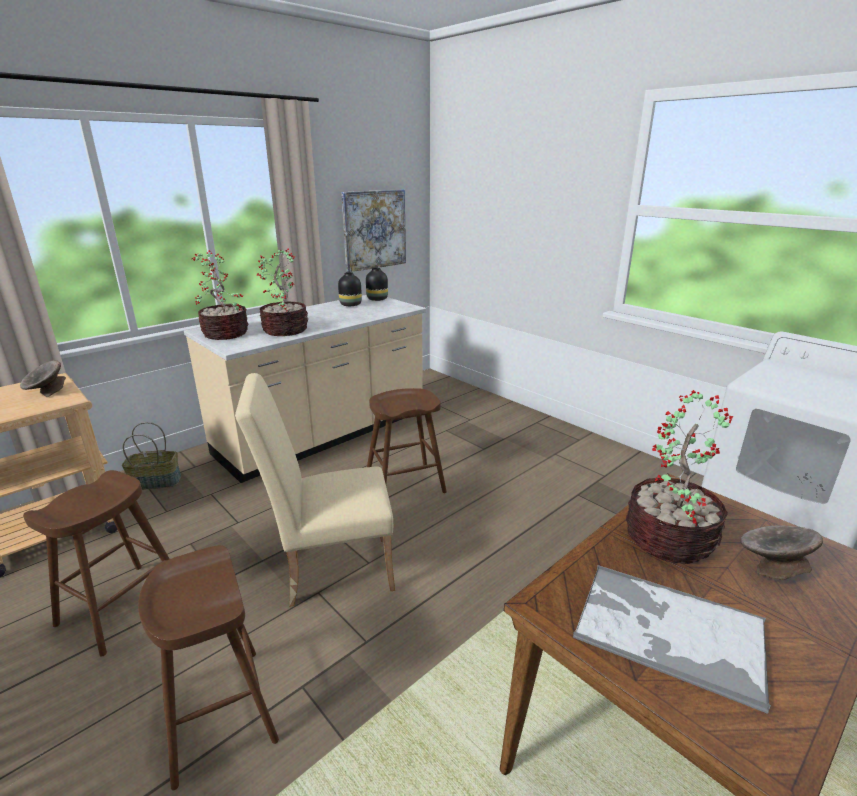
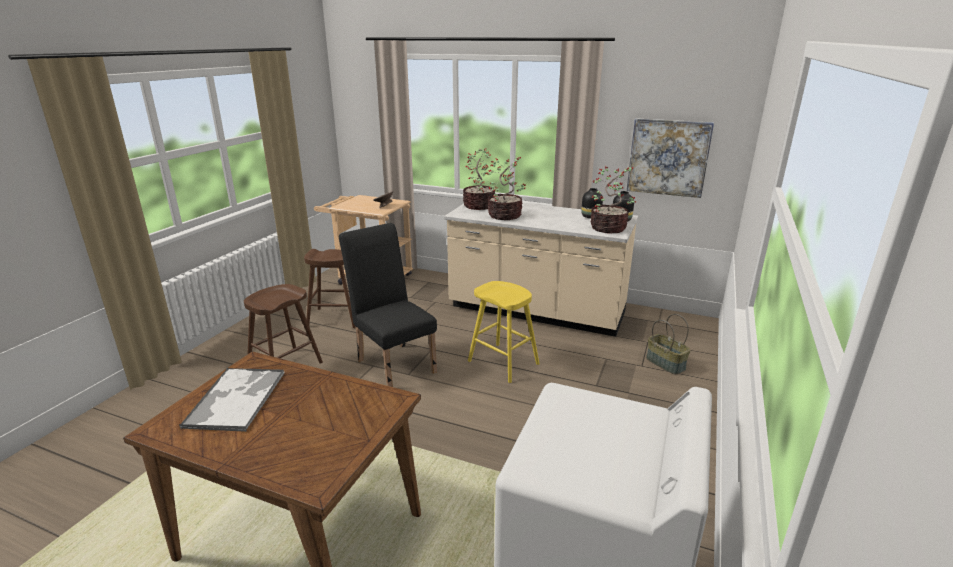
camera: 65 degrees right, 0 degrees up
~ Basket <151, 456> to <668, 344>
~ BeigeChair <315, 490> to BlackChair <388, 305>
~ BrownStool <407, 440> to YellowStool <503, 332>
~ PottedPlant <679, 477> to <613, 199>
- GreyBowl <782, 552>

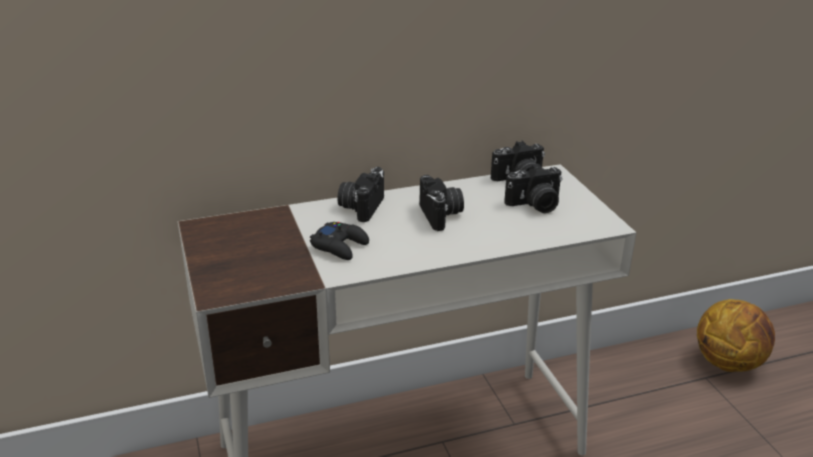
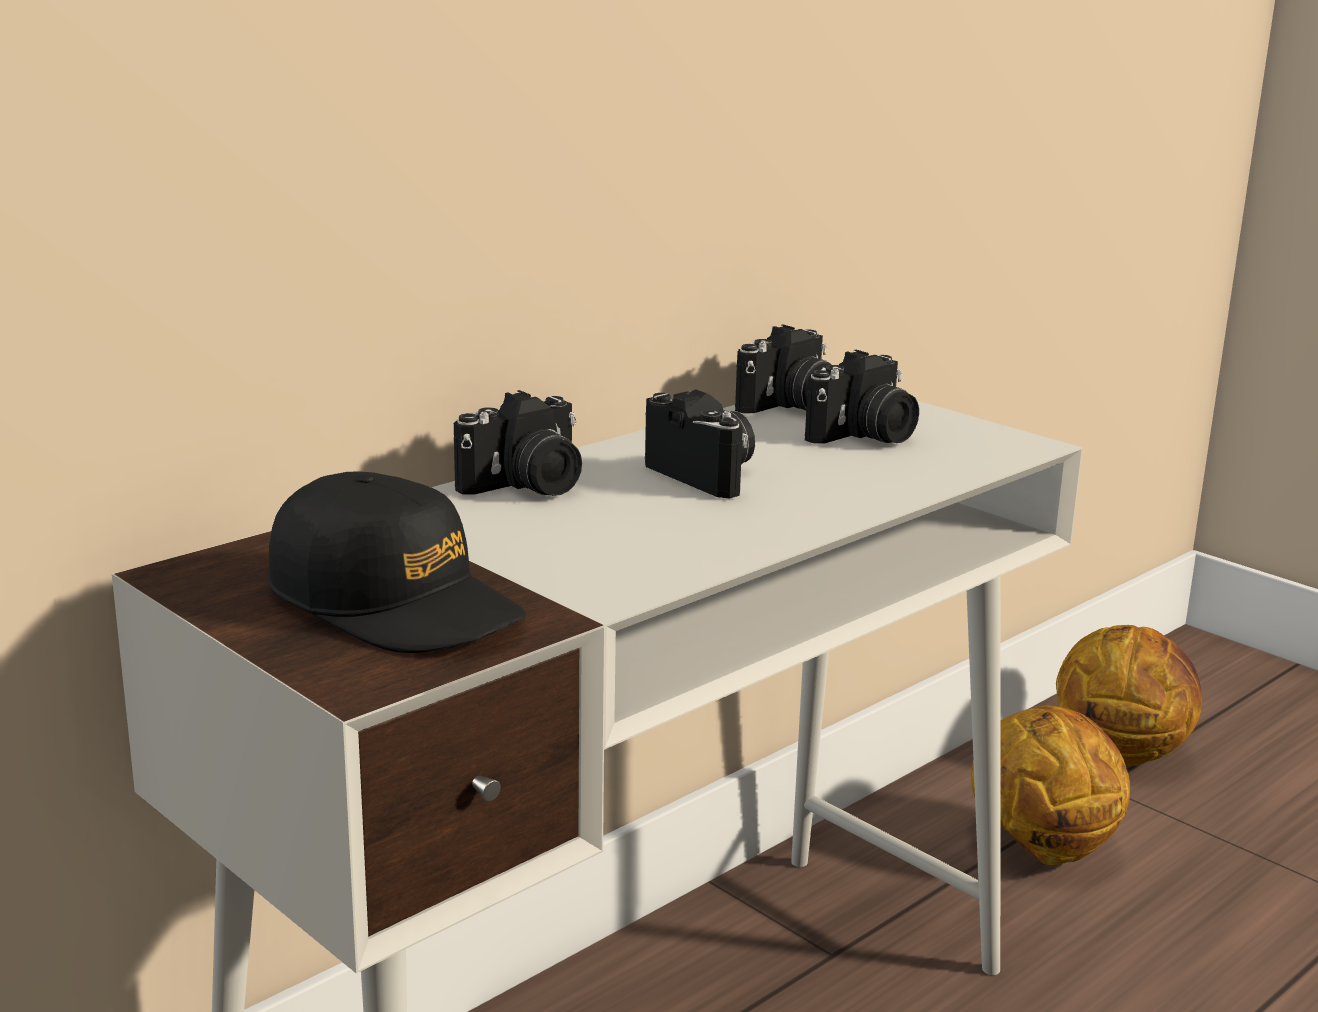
camera: 25 degrees left, 10 degrees down
- BlackGameController <339, 241>
~ PhotoCamera <360, 194> = <518, 443> 120 degrees counterclockwise
+ BlackCap <397, 562>
+ Basketball <1050, 785>

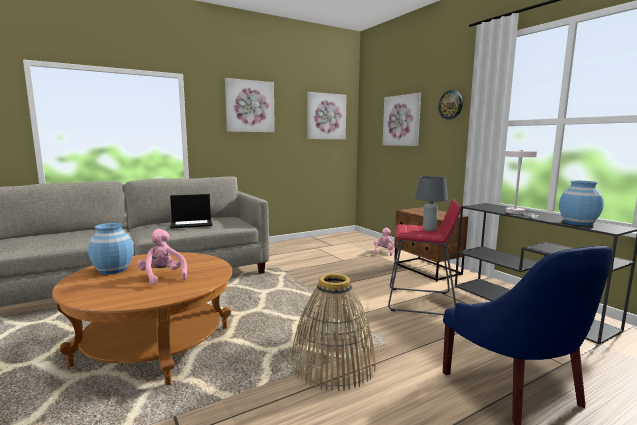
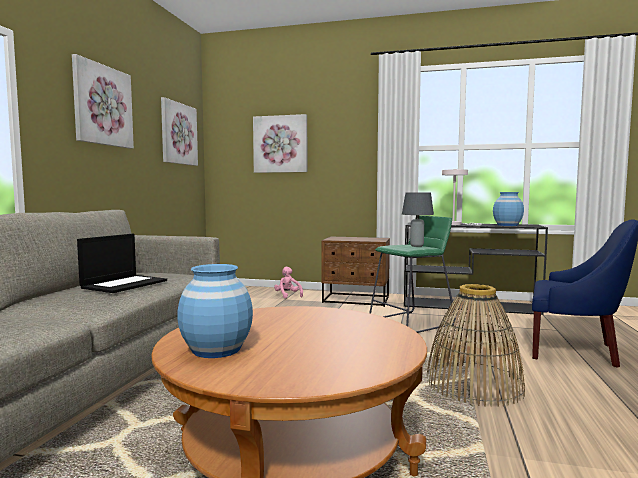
camera: 45 degrees left, 5 degrees down
- PinkPlushToy <162, 257>
~ RedStool <424, 257> to GreenStool <412, 274>
- WallClock <450, 104>

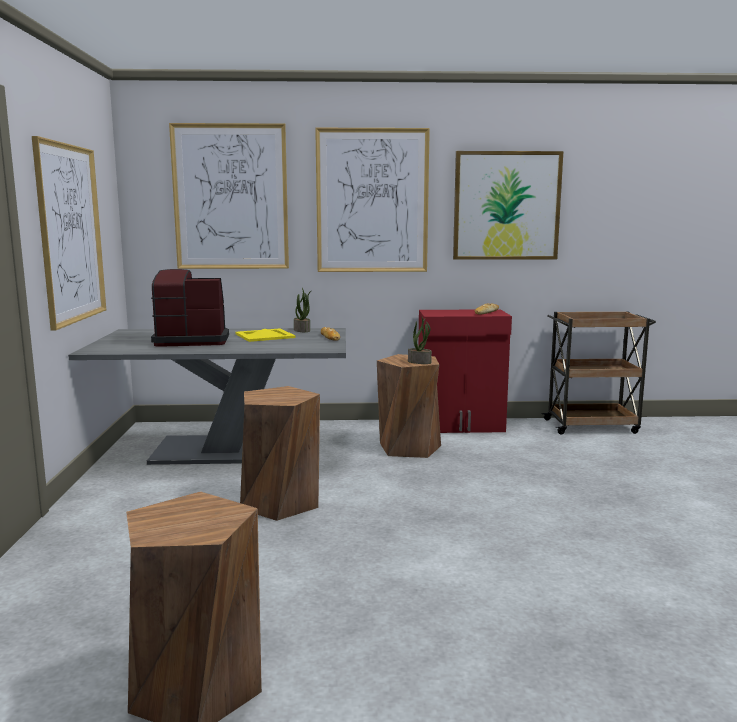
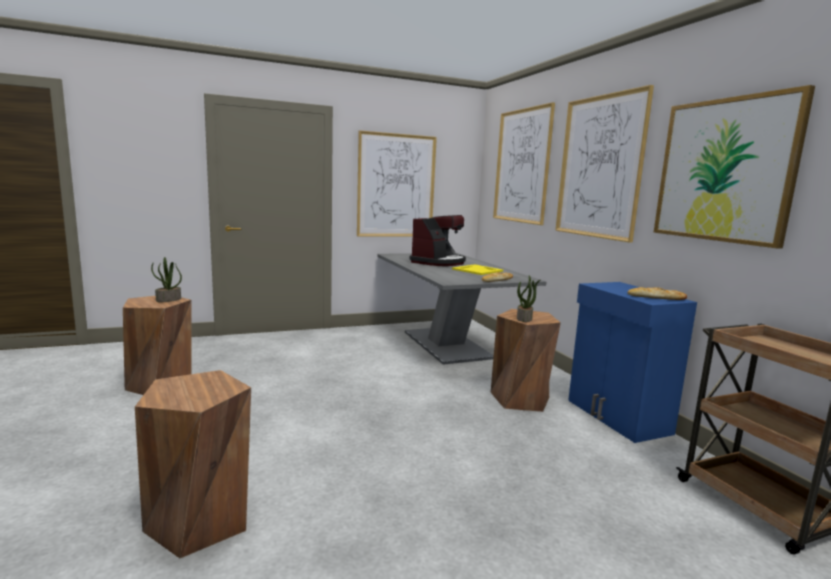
camera: 70 degrees right, 0 degrees up
~ CoffeeMachine <190, 308> = <438, 240> 60 degrees clockwise
~ BrownStool <280, 453> to <193, 464>
~ PottedPlant <302, 310> to <166, 279>
~ RedCabinet <465, 371> to BlueCabinet <632, 362>

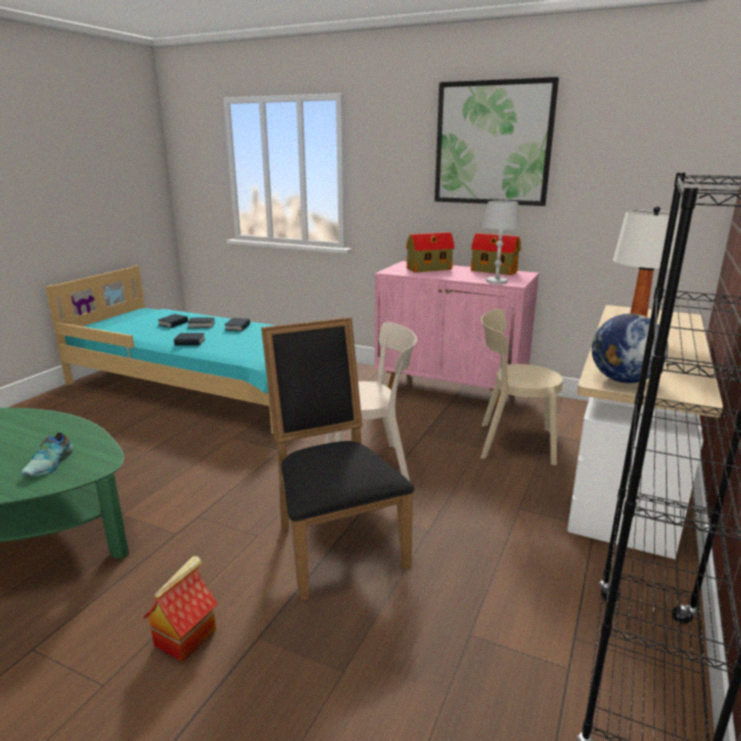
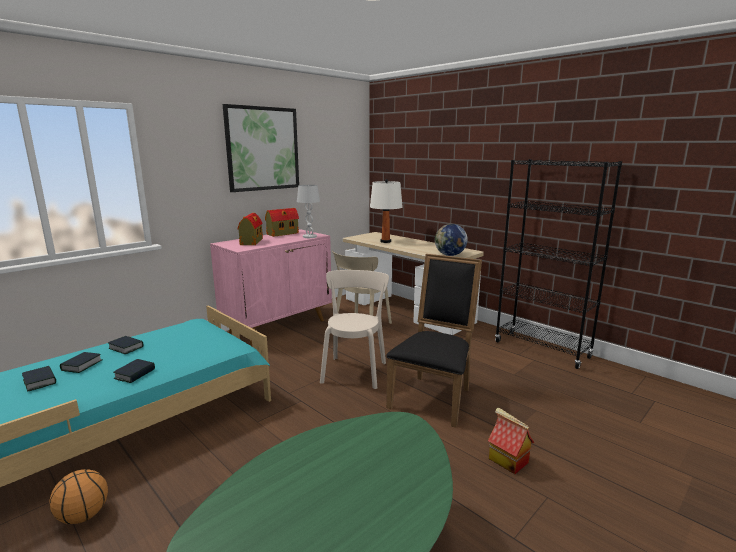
camera: 70 degrees left, 5 degrees down
- Shoe <47, 454>
~ BlackChair <337, 459> = <434, 341> 120 degrees clockwise
+ Basketball <78, 496>

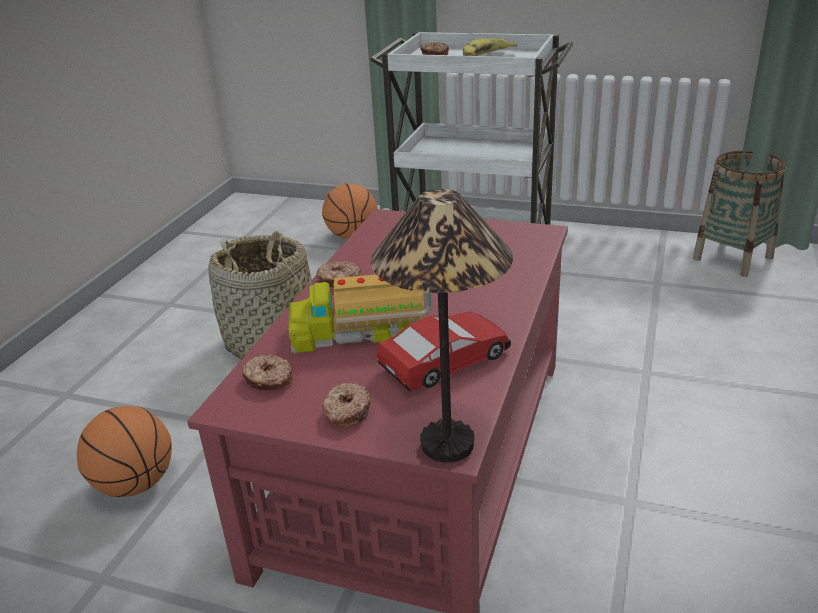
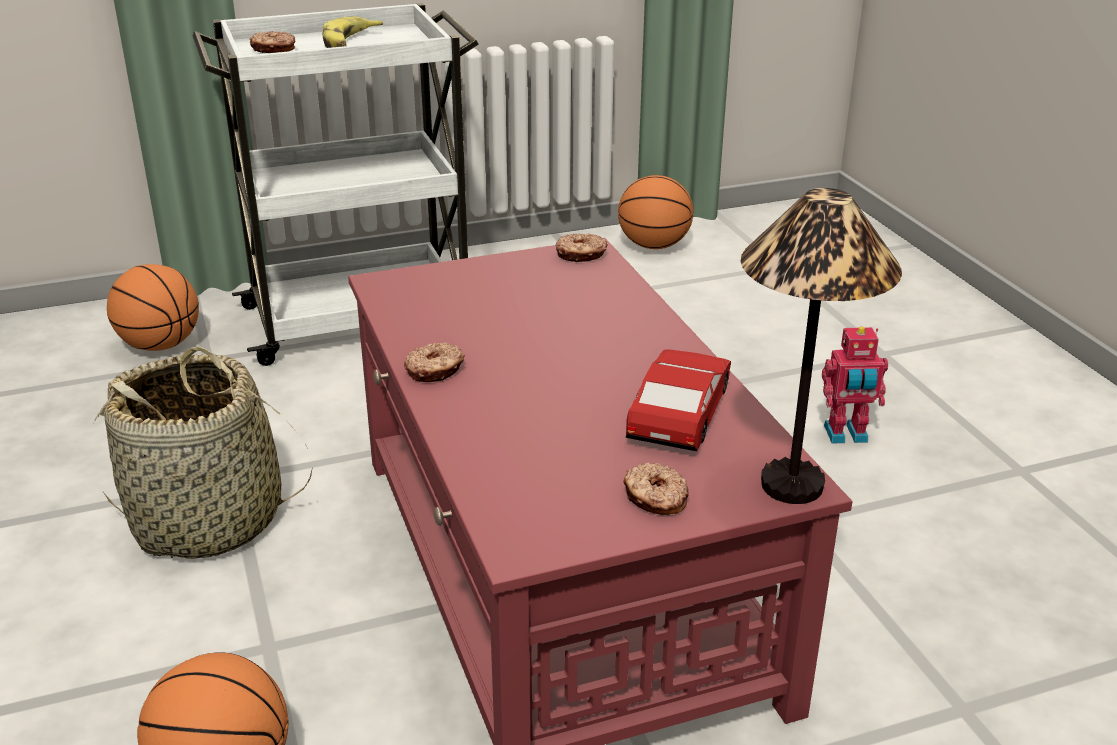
camera: 40 degrees left, 0 degrees up
~ Donut <267, 372> to <582, 247>
- ToyTruck <359, 313>
~ Basket <739, 214> to Basketball <656, 212>
+ ToyRobot <855, 384>

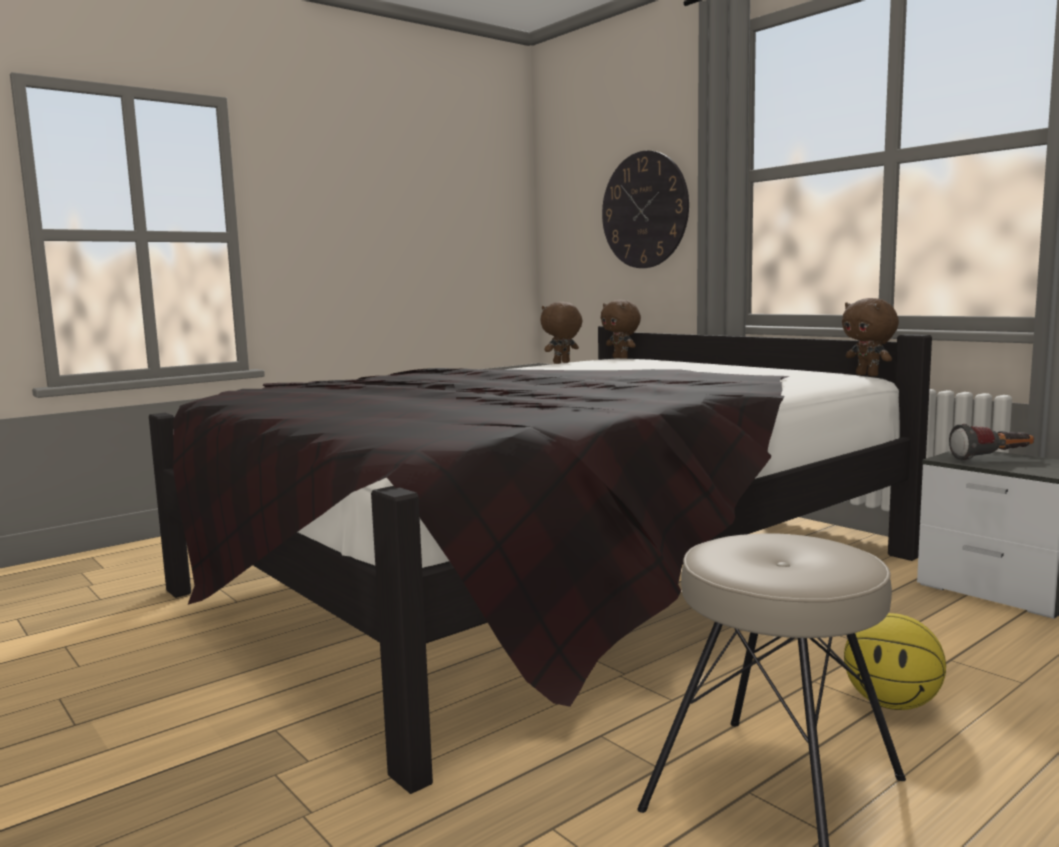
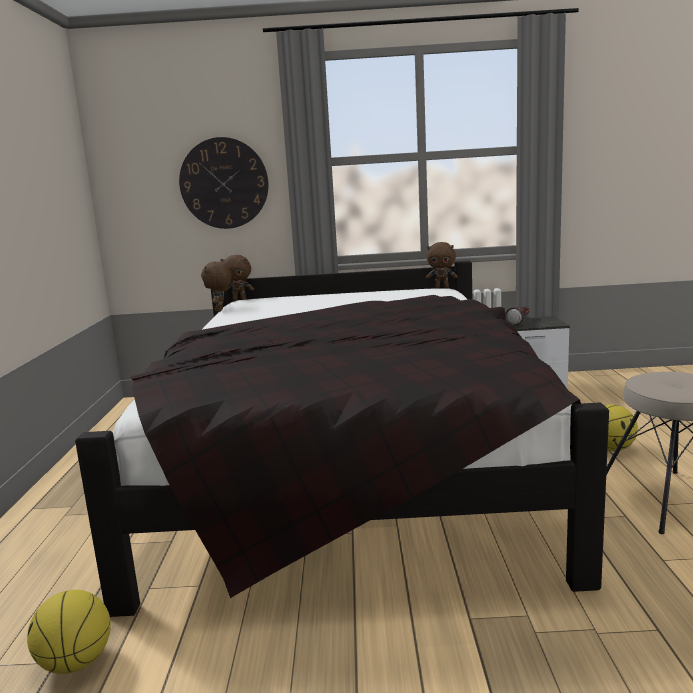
camera: 50 degrees left, 5 degrees up
+ Basketball <69, 632>

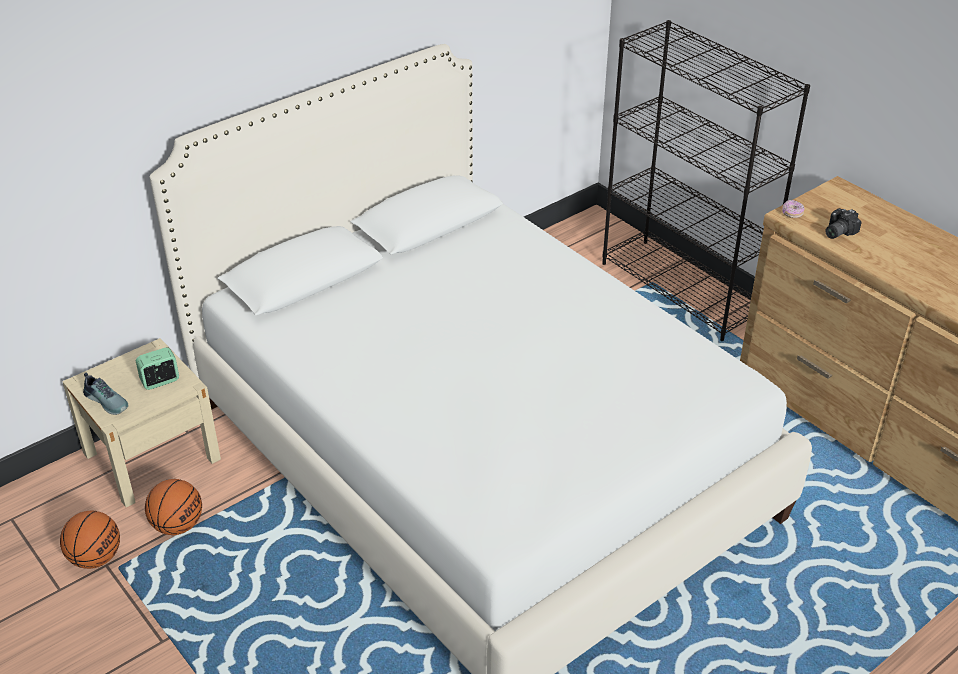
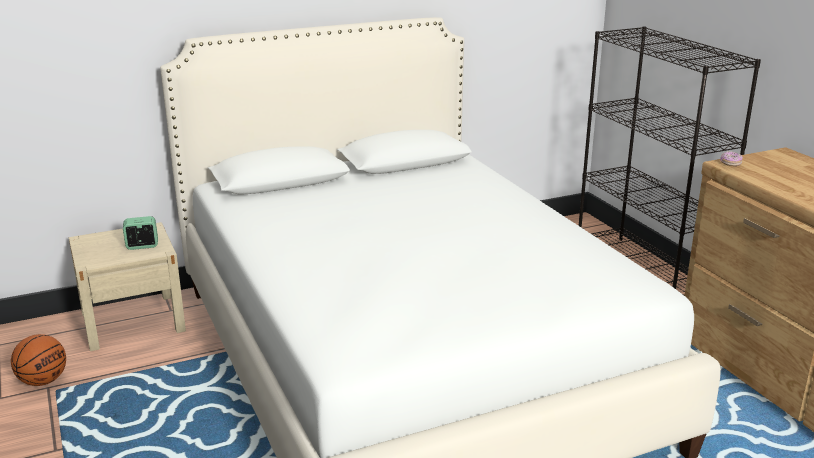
camera: 15 degrees right, 15 degrees down
- Shoe <105, 394>
- Basketball <173, 507>
- PhotoCamera <843, 223>

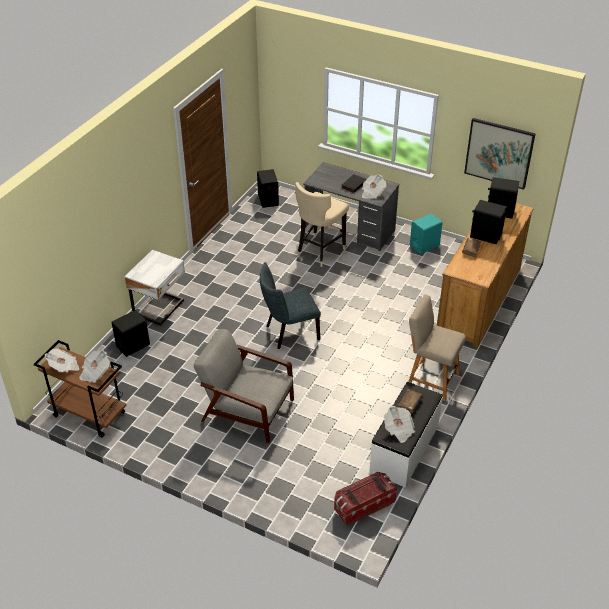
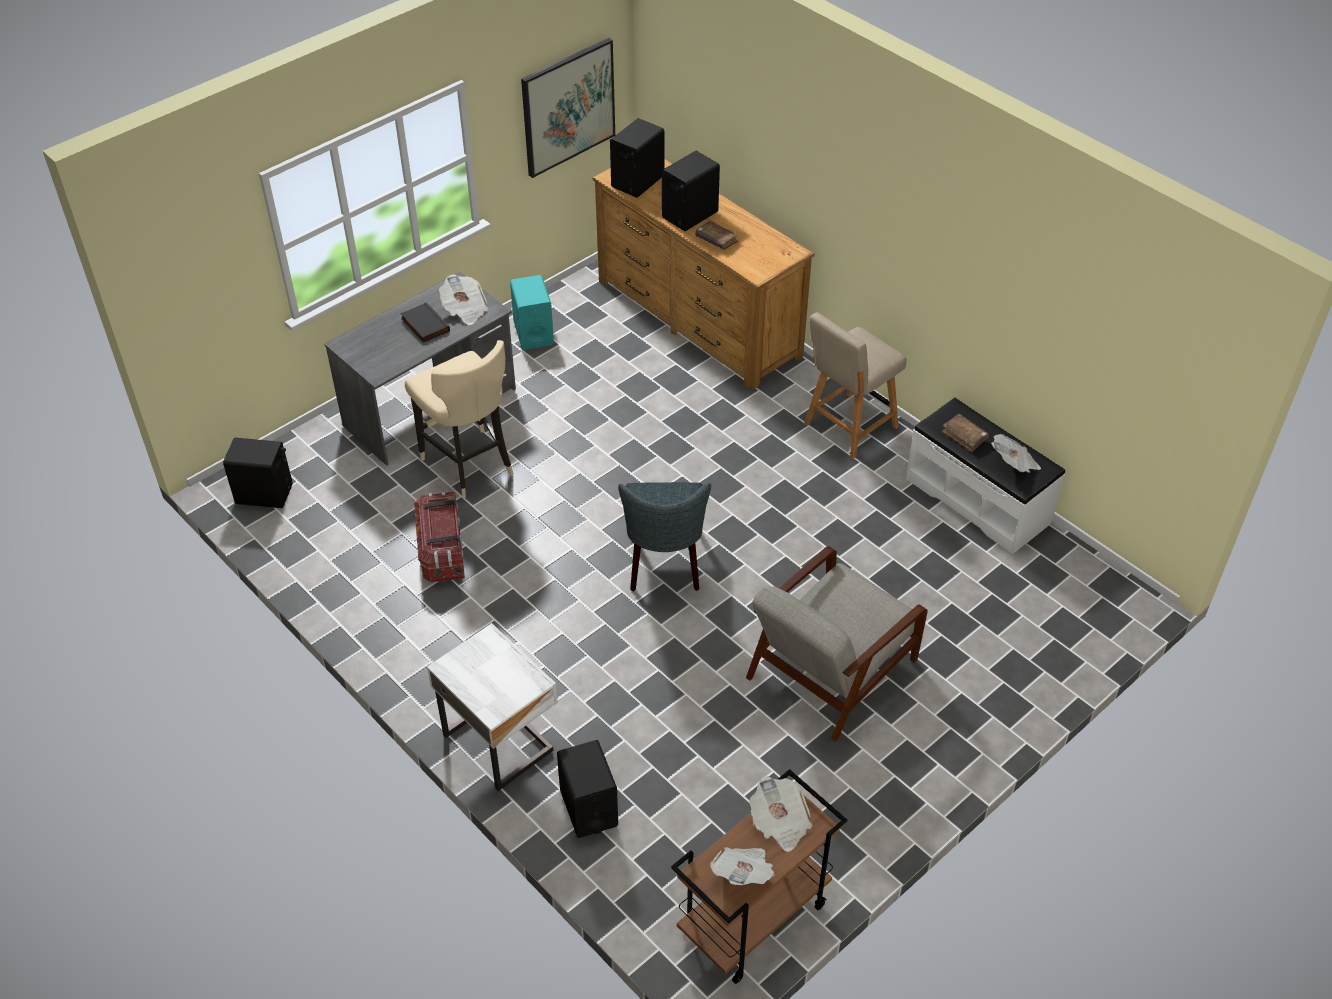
camera: 70 degrees left, 5 degrees up
~ StorageBox <365, 498> to <439, 537>

